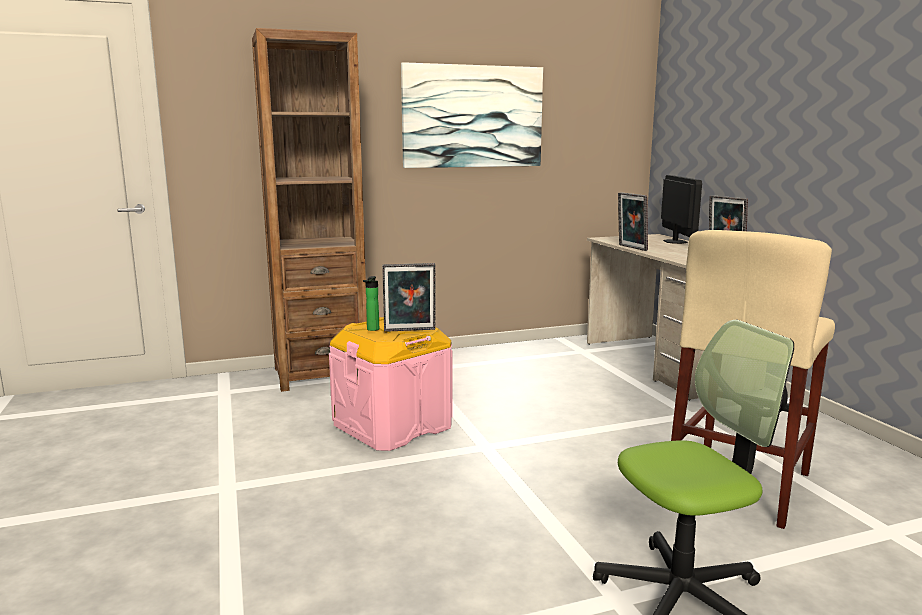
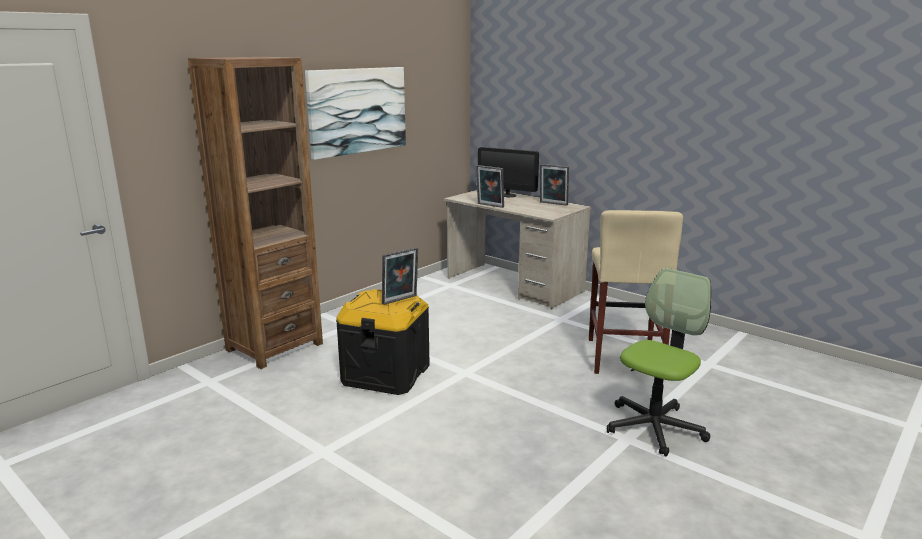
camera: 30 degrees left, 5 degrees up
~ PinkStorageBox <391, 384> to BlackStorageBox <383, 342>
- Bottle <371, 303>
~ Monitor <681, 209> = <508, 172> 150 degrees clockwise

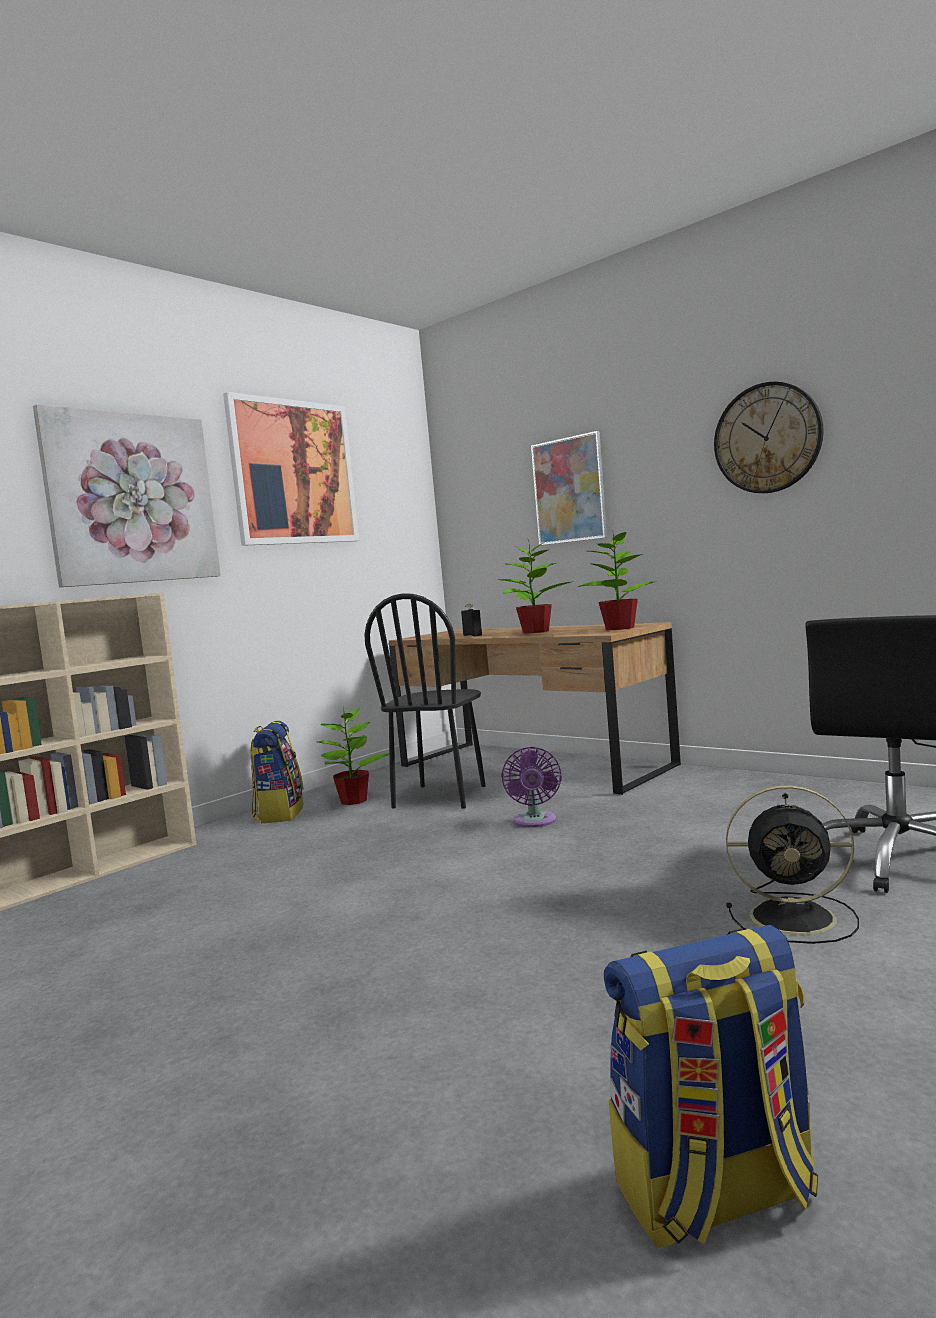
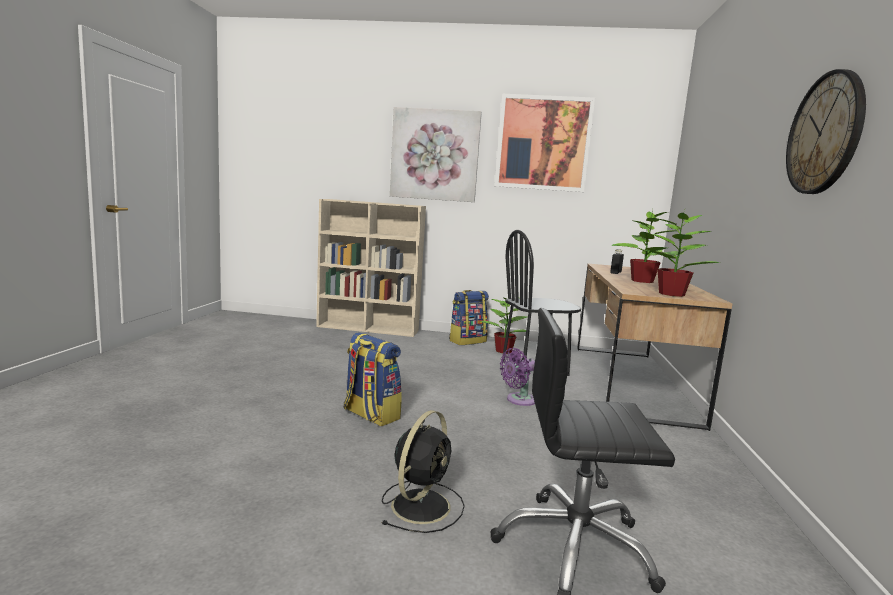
camera: 55 degrees right, 5 degrees up
- Picture <569, 488>
~ Backpack <711, 1086> to <372, 379>
~ BlackFan <792, 864> = <423, 471> 135 degrees counterclockwise

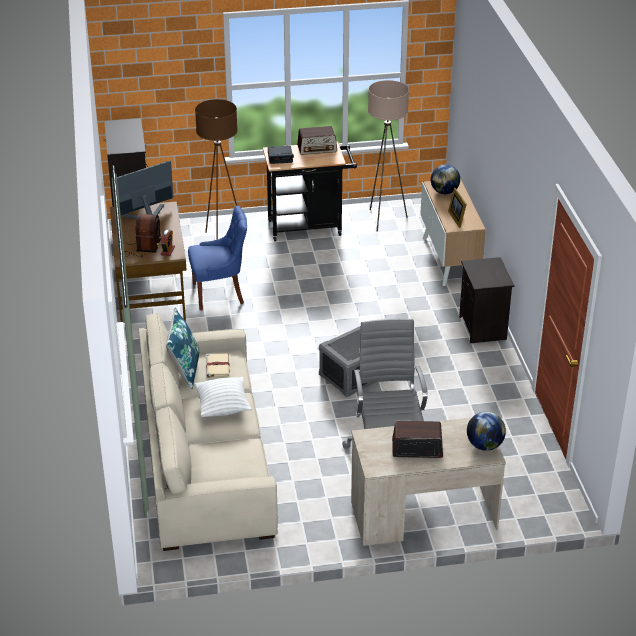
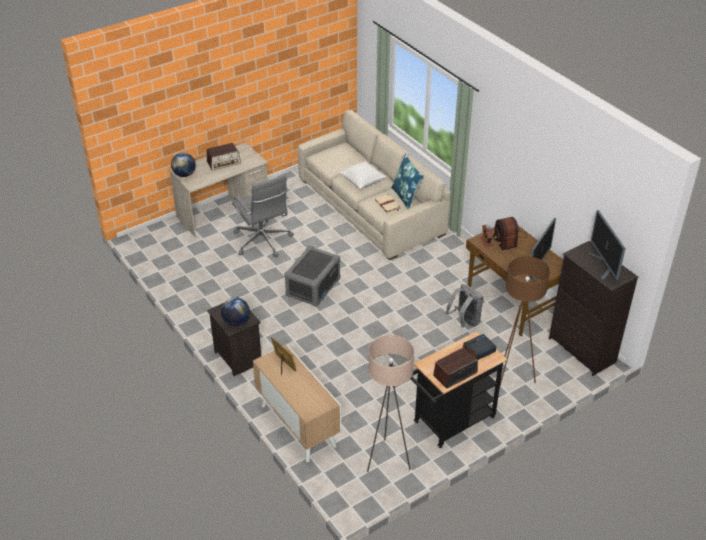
camera: 155 degrees right, 5 degrees up
~ BlueChair <217, 258> to GreyBackpack <465, 306>
~ Globe <445, 179> to <235, 311>
+ Monitor <607, 245>

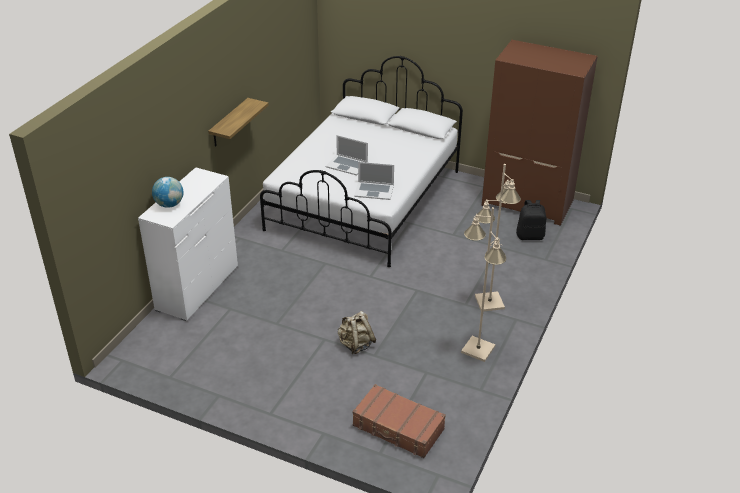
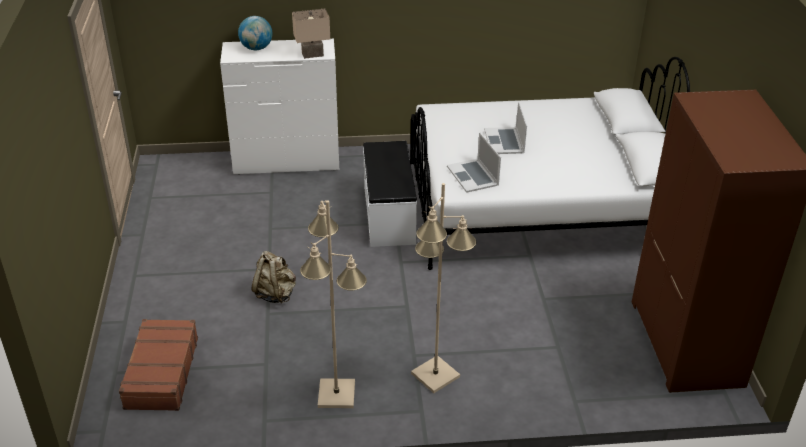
camera: 60 degrees right, 0 degrees up
- Shelf <238, 122>
- BlackBackpack <531, 220>
+ BeigeTableLamp <311, 34>
+ WhiteBench <390, 194>

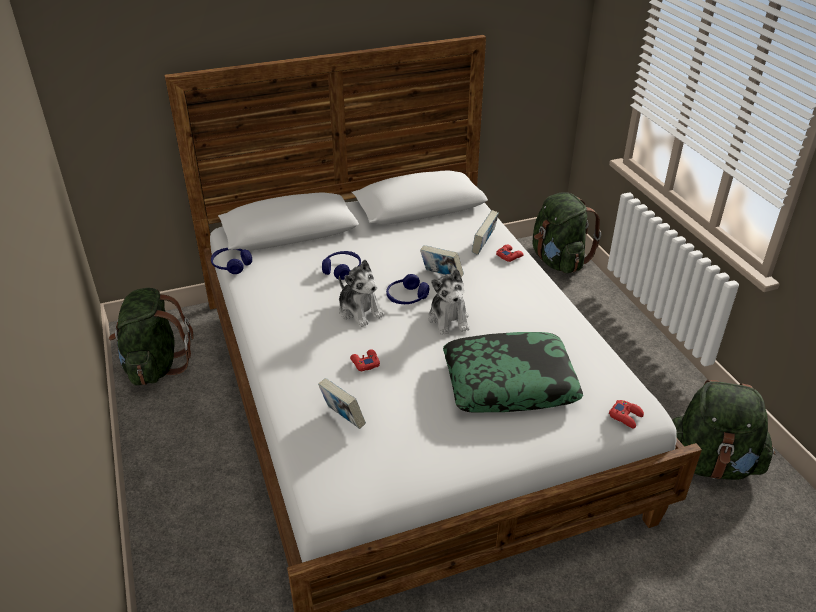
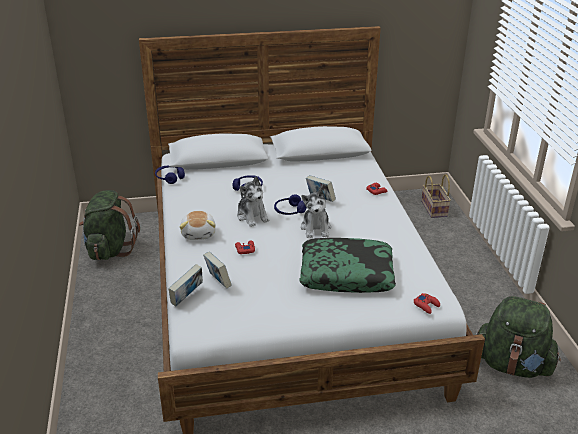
camera: 10 degrees right, 5 degrees down
~ Book <485, 232> to <185, 285>
~ GreenBackpack <567, 233> to Basket <436, 196>
+ PlushToy <198, 225>

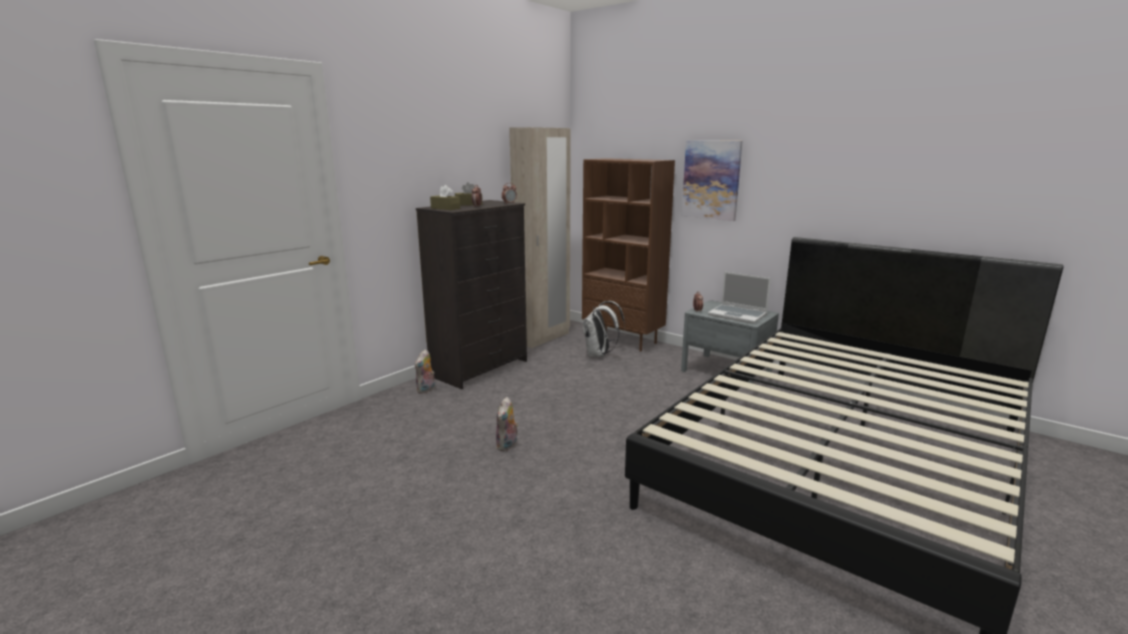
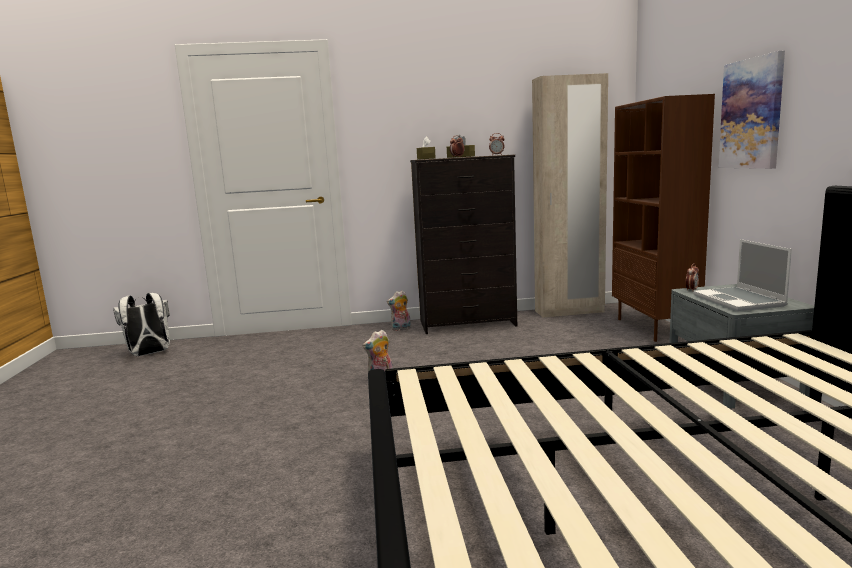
camera: 45 degrees right, 5 degrees down
~ WhiteBackpack <604, 329> to <141, 324>

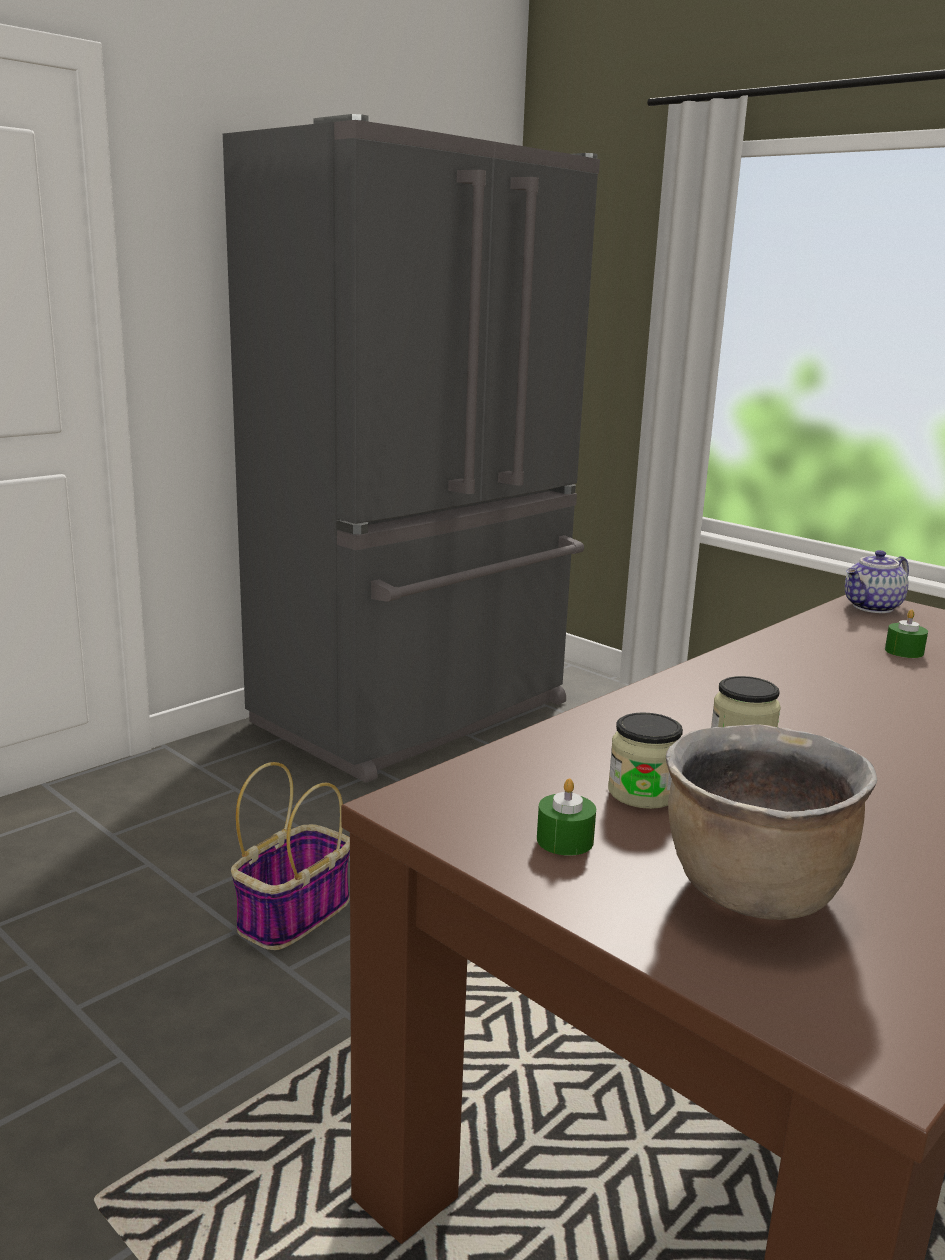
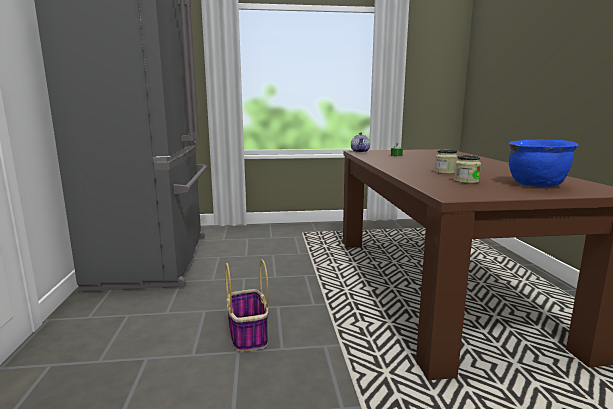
camera: 50 degrees left, 5 degrees down
- GreenCandle <566, 817>
~ BrownCookingPot <771, 822> to BlueCookingPot <544, 163>

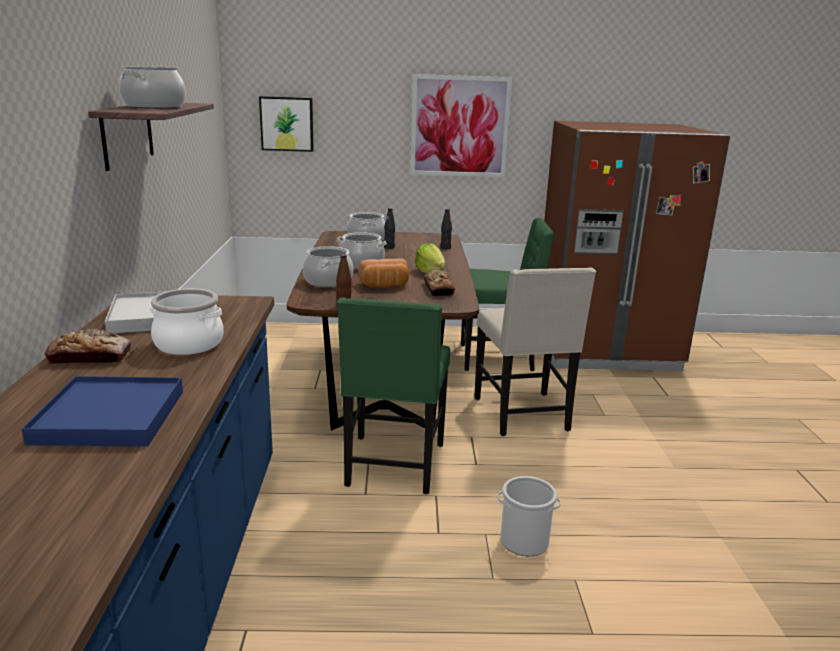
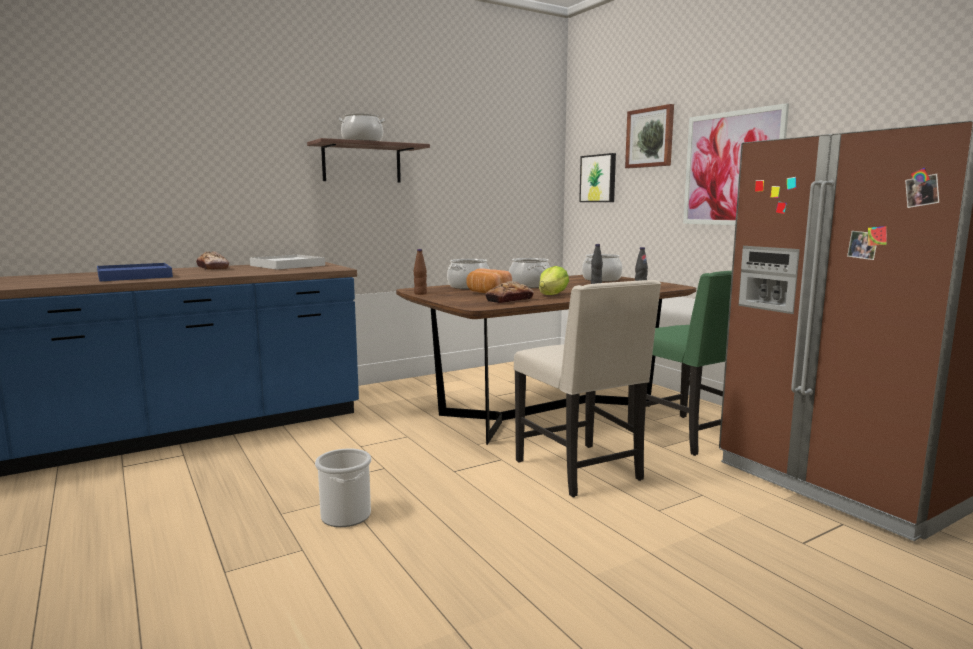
camera: 60 degrees right, 10 degrees down
- CookingPot <187, 322>
- GreenChair <393, 395>
~ BeigeChair <535, 352> = <587, 388> 75 degrees counterclockwise
+ Picture <649, 136>

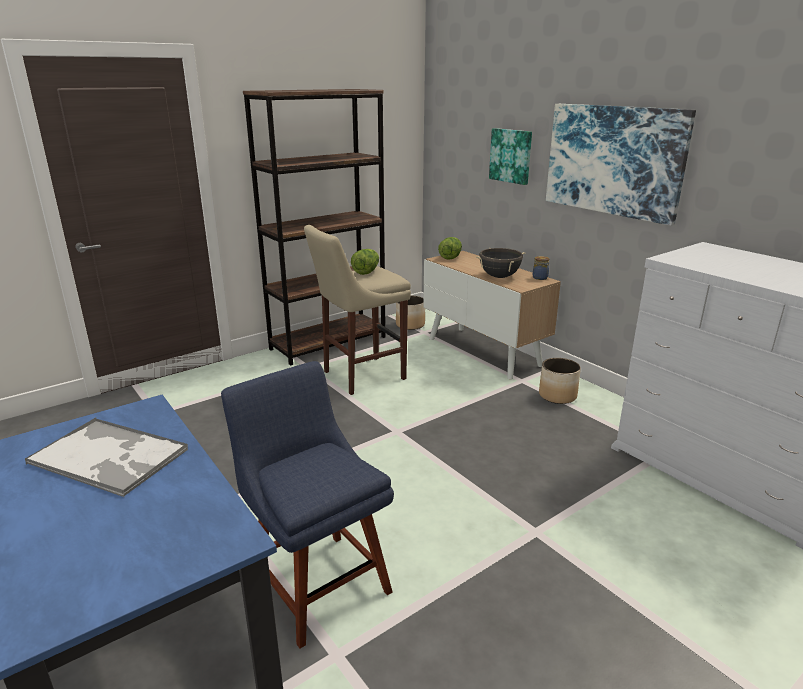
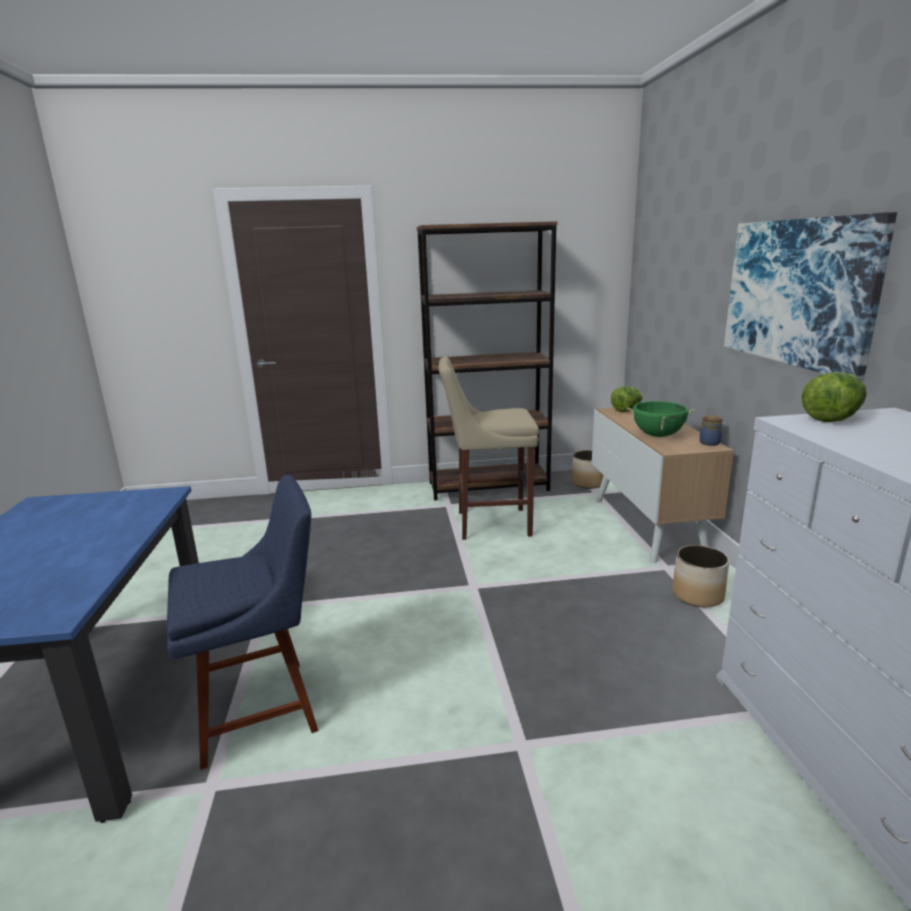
camera: 30 degrees right, 5 degrees down
- Tray <106, 457>
~ BlueChair <307, 504> = <242, 622> 75 degrees clockwise
~ Lettuce <365, 262> to <834, 397>
~ BlackCookingPot <500, 263> to GreenCookingPot <661, 419>
- Picture <510, 156>

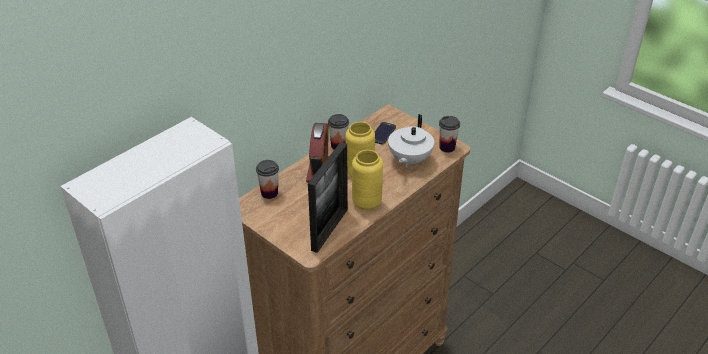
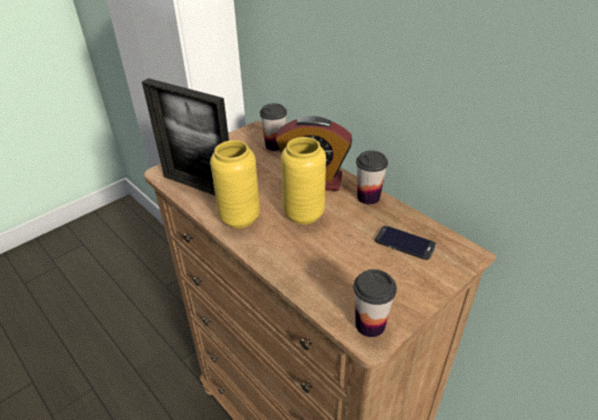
camera: 95 degrees right, 0 degrees up
- WhiteTeapot <411, 140>

